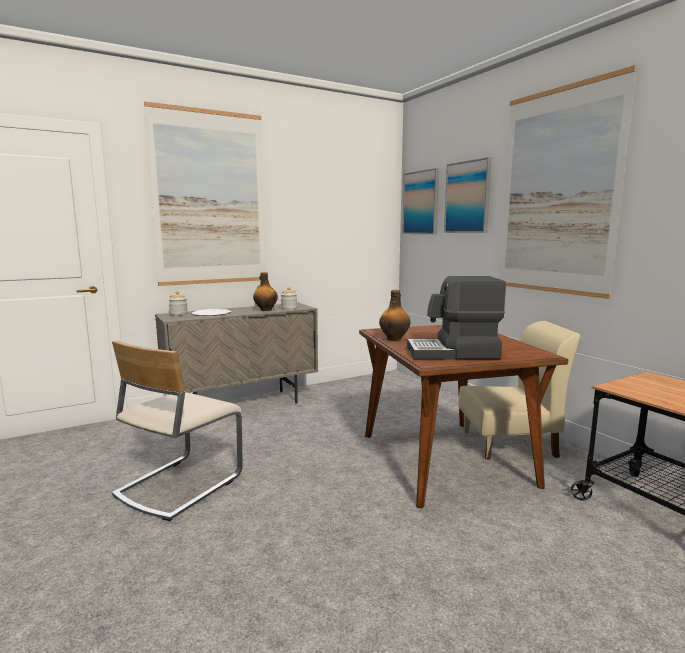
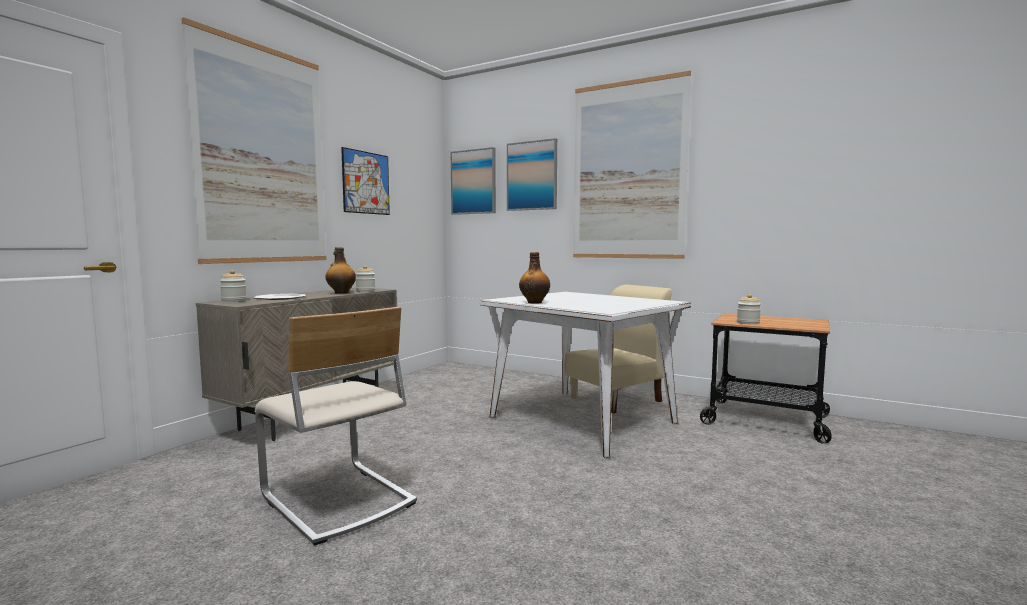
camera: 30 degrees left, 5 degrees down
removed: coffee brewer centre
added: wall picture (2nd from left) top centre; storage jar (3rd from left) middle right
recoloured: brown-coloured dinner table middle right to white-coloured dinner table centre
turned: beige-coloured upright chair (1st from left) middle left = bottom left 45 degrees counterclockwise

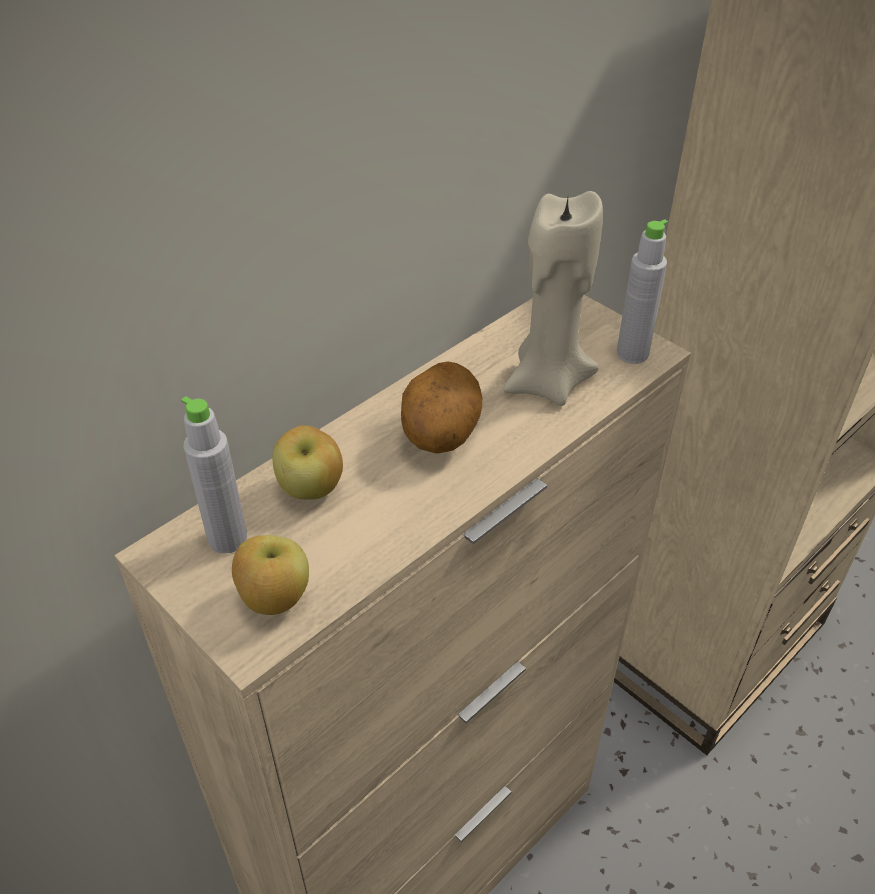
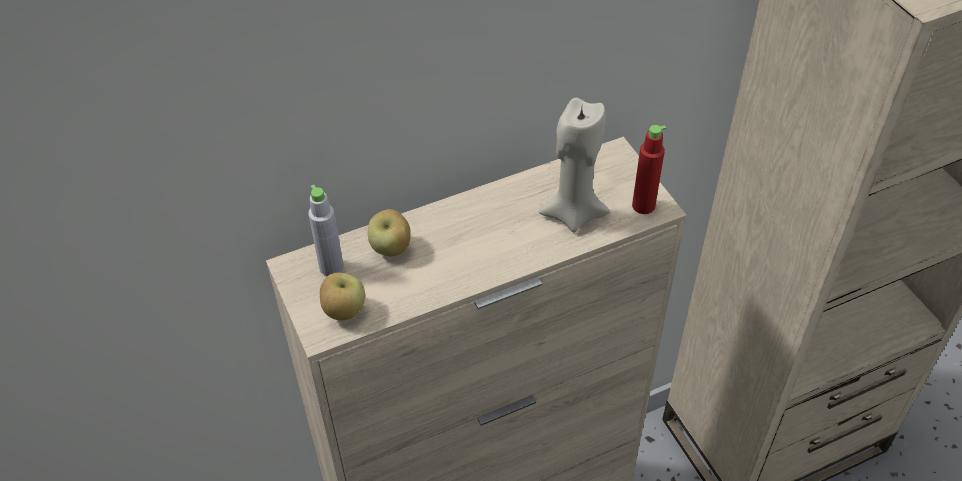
camera: 20 degrees right, 5 degrees up
removed: spud centre
recoloured: gray drink bottle (2nd from left) top right to red drink bottle middle right

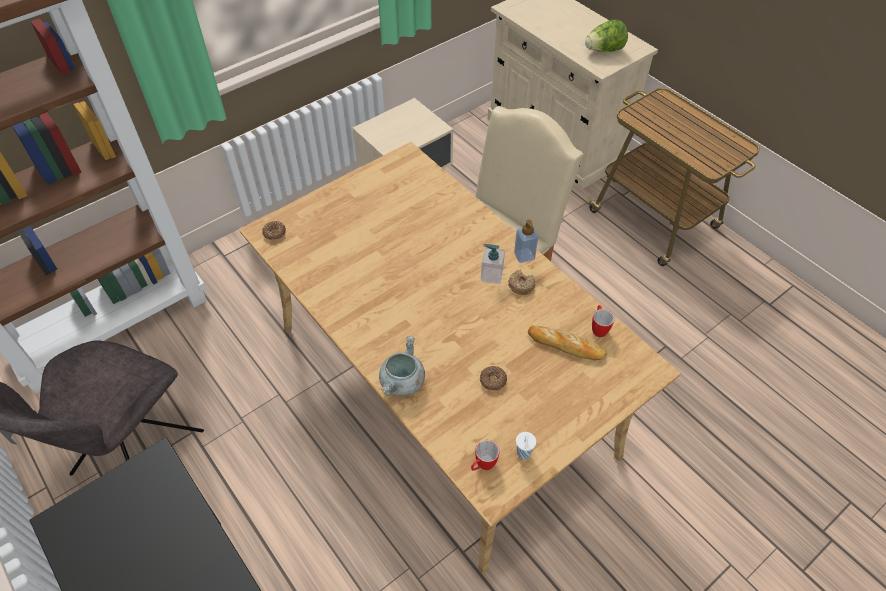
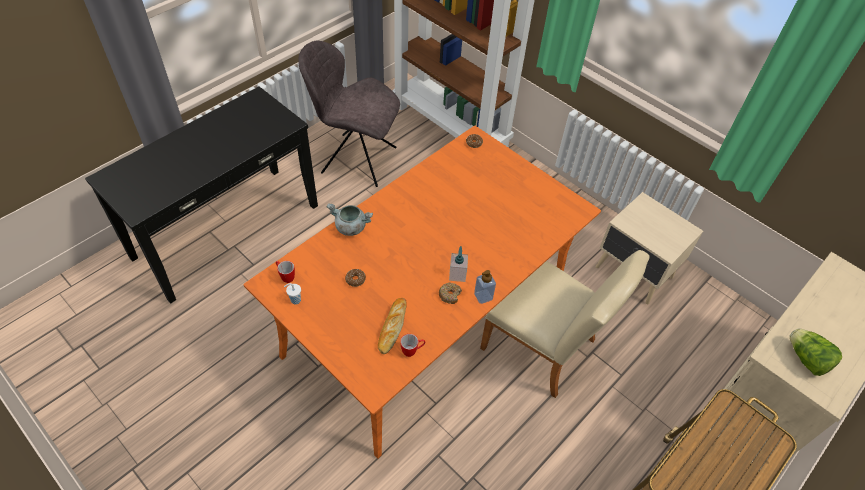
camera: 80 degrees right, 0 degrees up
recoloured: beige-coloured dinner table centre to orange-coloured dinner table centre

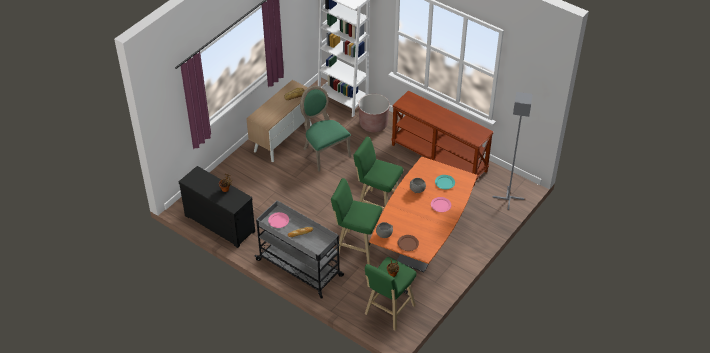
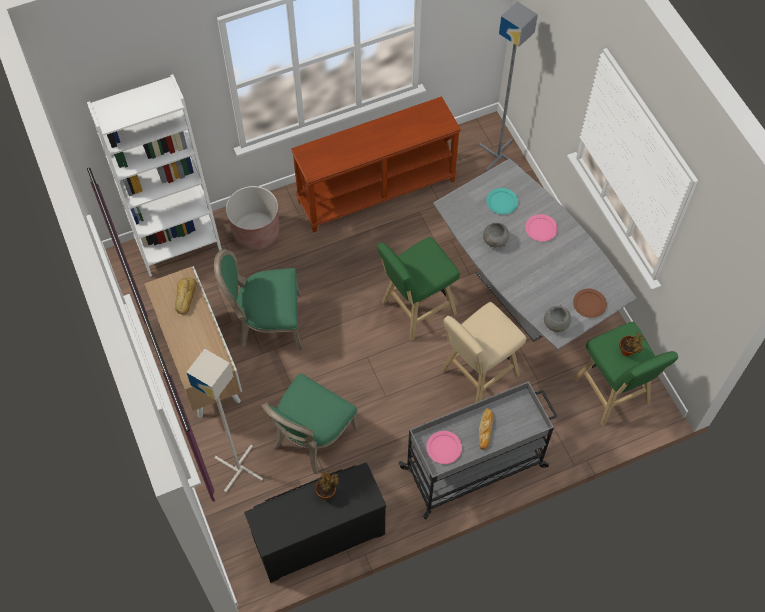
camera: 60 degrees left, 15 degrees up
added: gray standing lamp (1st from left) bottom left; green-coloured upright chair (2nd from left) bottom centre
recoloured: orange-coloured dinner table centre to gray dinner table middle right; green-coloured sitting stool (1st from left) centre to beige-coloured sitting stool centre

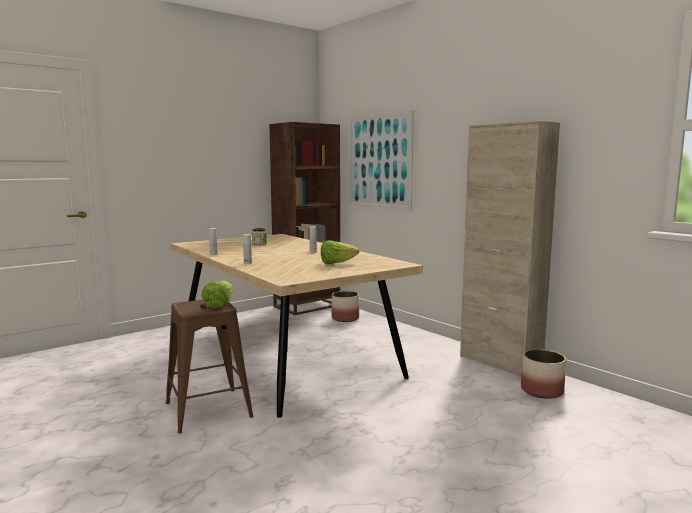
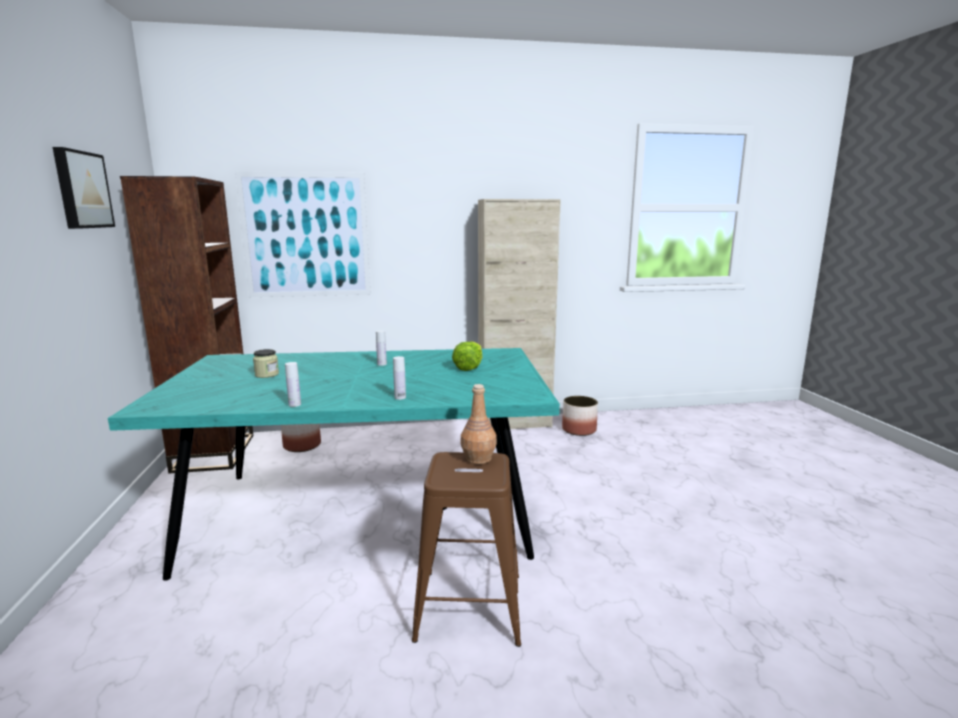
camera: 60 degrees left, 5 degrees up
added: wall picture (1st from left) top left
replaced: lettuce head (1st from left) middle left to brown-coloured drink bottle centre
recoloured: beige-coloured dinner table centre to blue-green dinner table centre

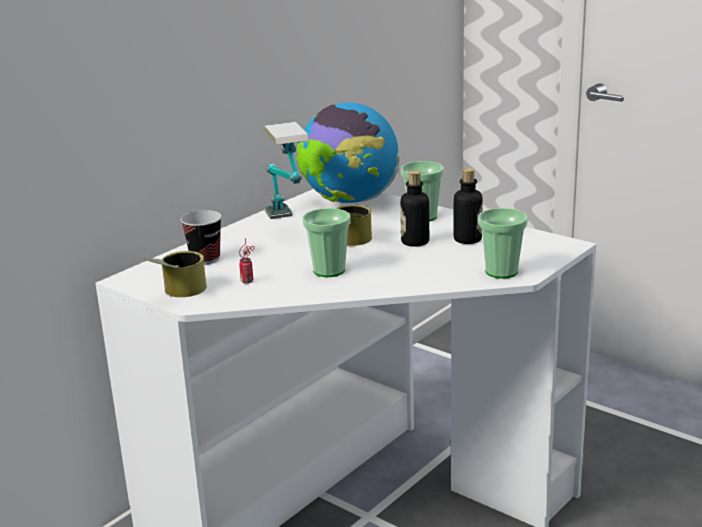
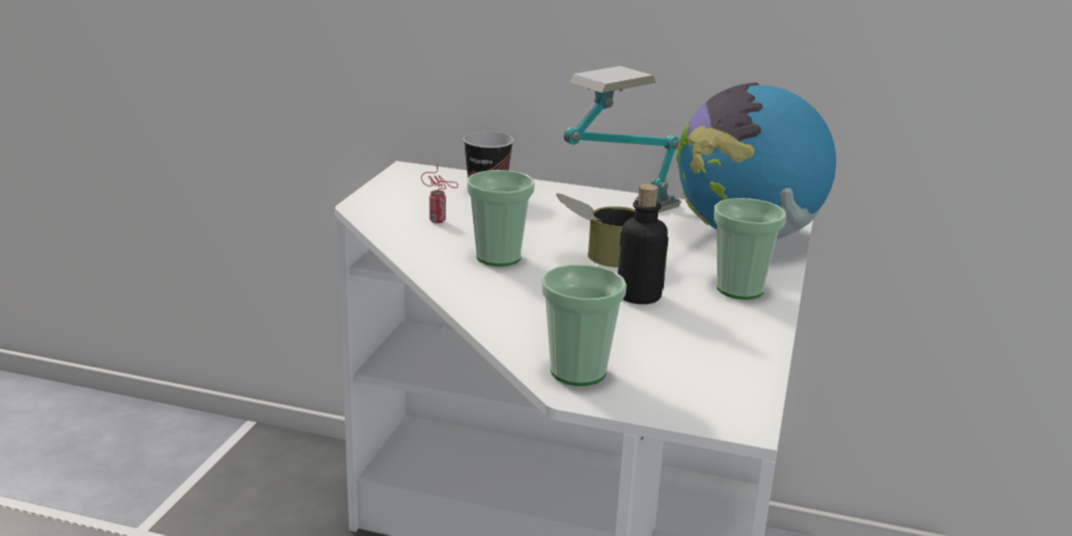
camera: 65 degrees right, 0 degrees up
removed: metal can (1st from left) middle left; drink bottle (2nd from left) middle right

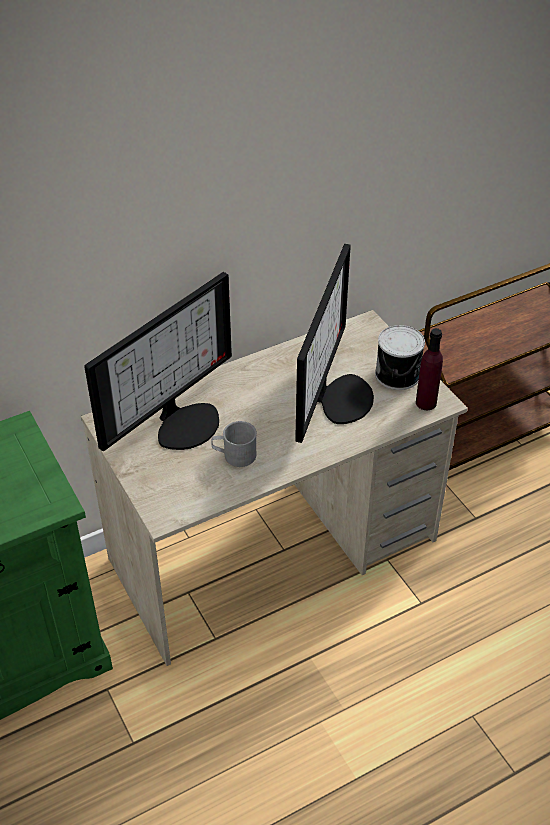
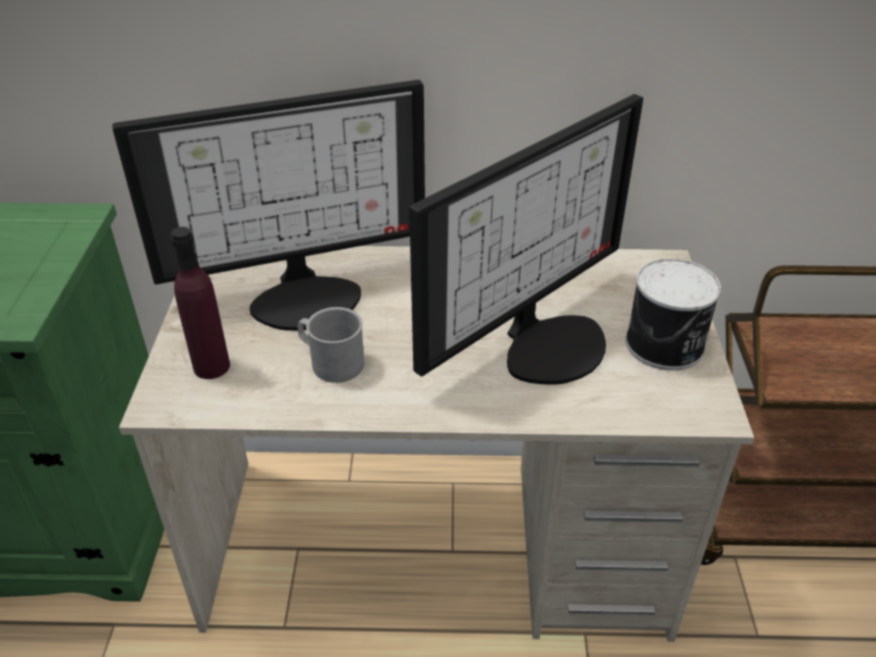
camera: 30 degrees right, 5 degrees down
moved: purplish drink bottle middle right to middle left

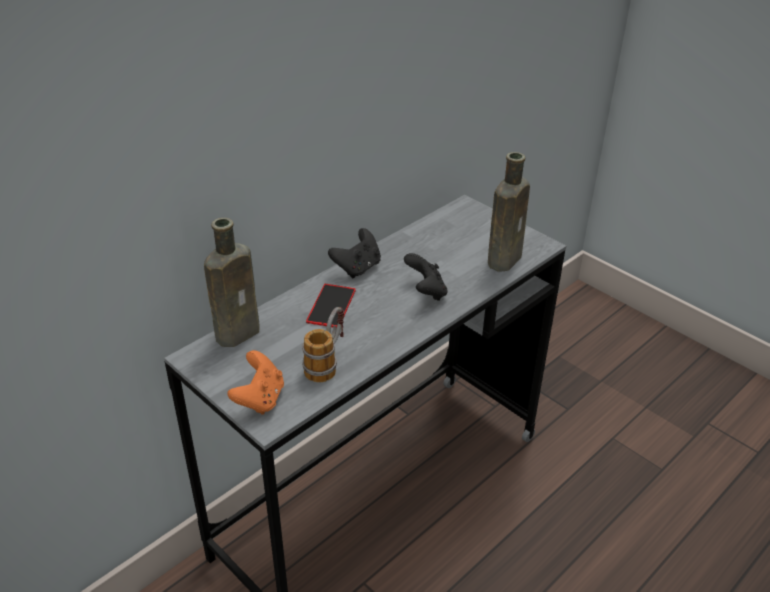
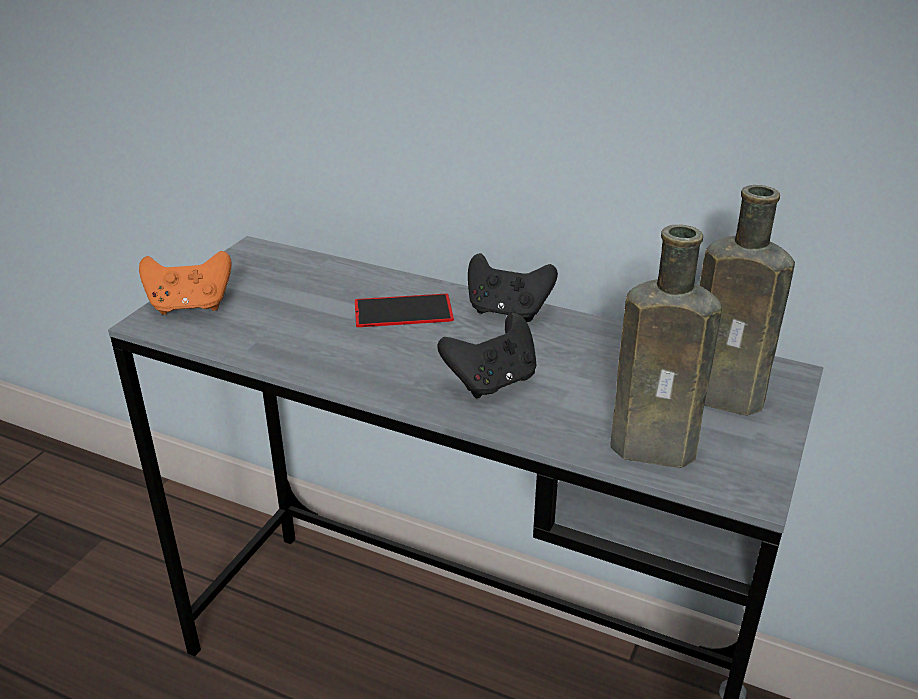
camera: 70 degrees right, 5 degrees down
removed: tea mug centre
moved: brown-coloured drink bottle (1st from left in the first image) middle left to brown-coloured drink bottle (2nd from left) middle right

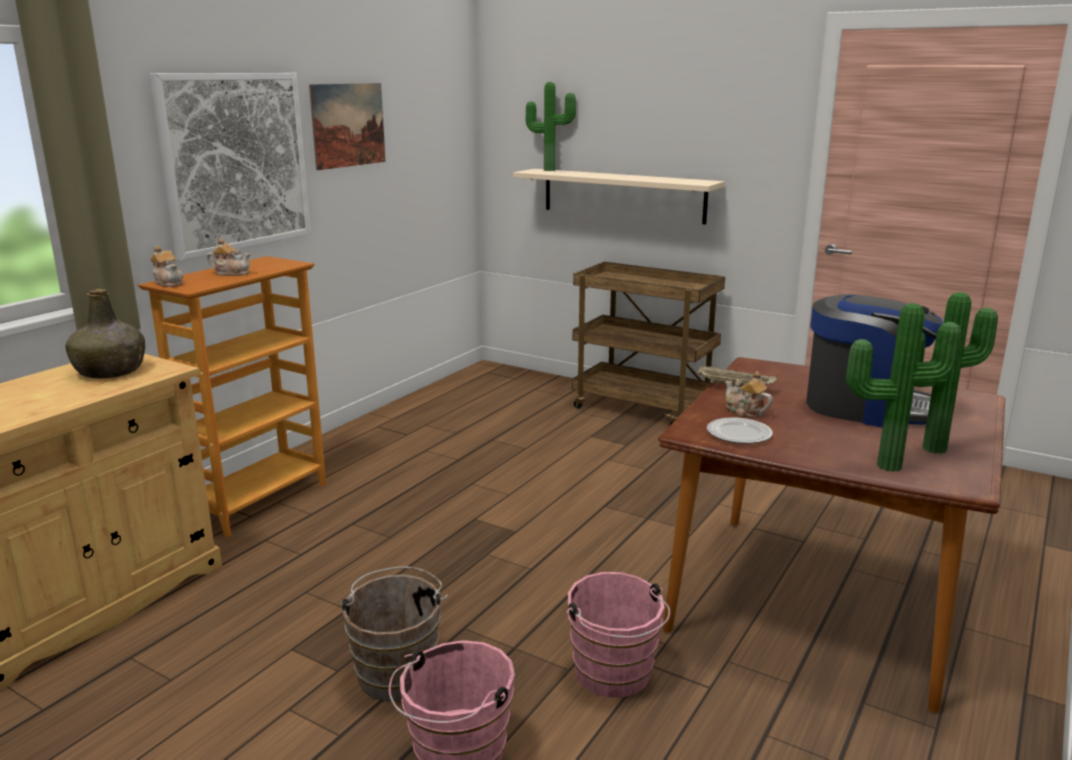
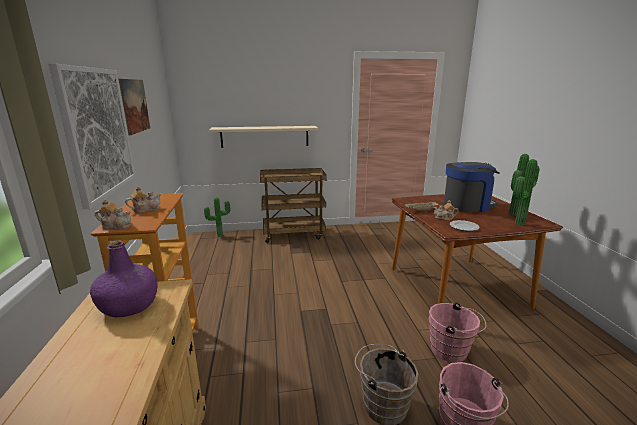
camera: 40 degrees left, 0 degrees up
moved: potted plant (1st from left) top centre to centre
recoloured: green-coloured drink bottle middle left to purplish drink bottle middle left

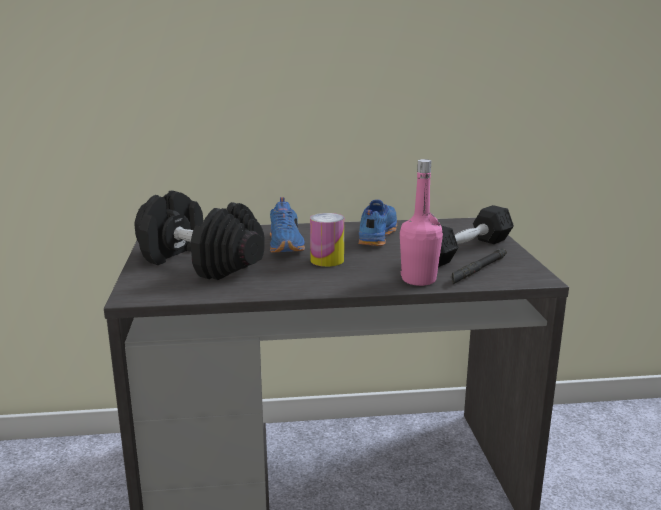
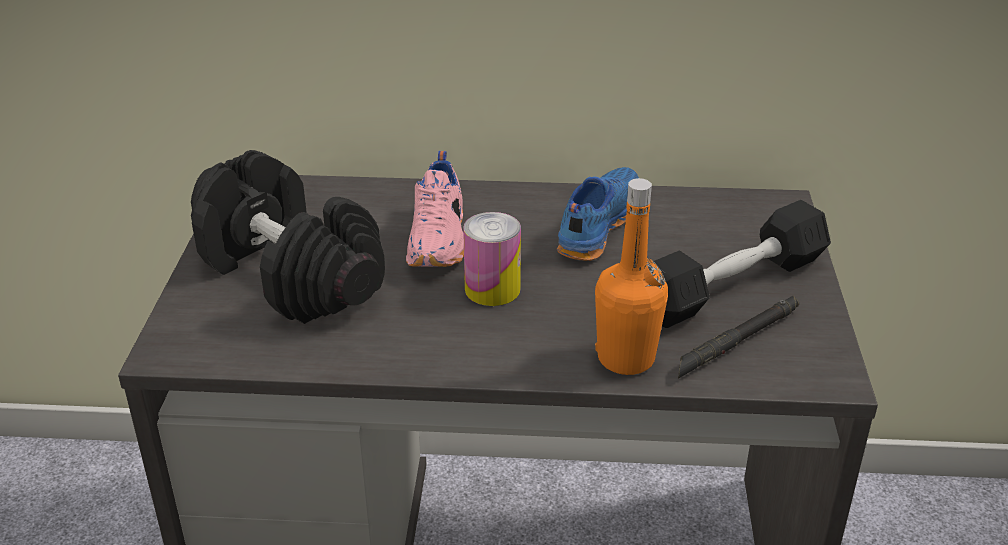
camera: 10 degrees right, 15 degrees up
recoloured: bluish shoe (1st from left) centre to pinkish shoe centre; pinkish drink bottle centre to orange-coloured drink bottle centre

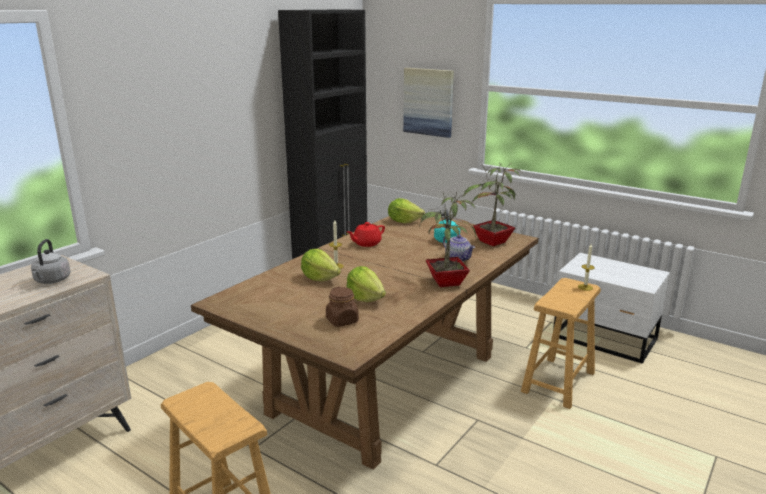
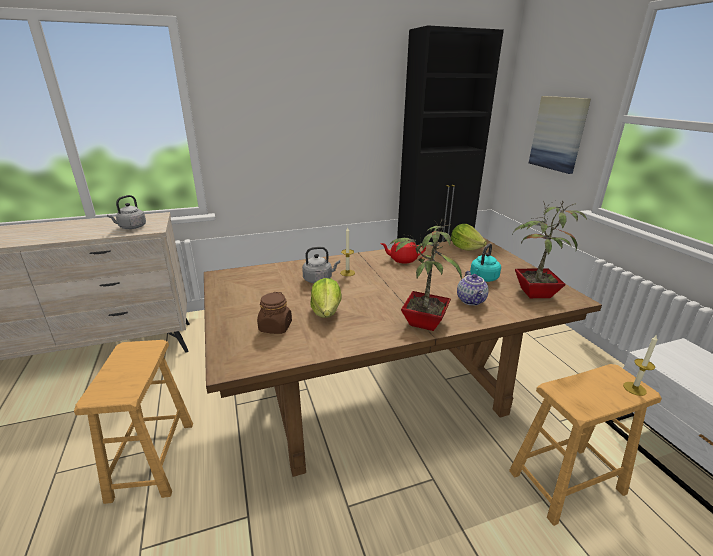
camera: 35 degrees right, 5 degrees up
replaced: lettuce head (1st from left) centre to gray kettle (2nd from left) centre

